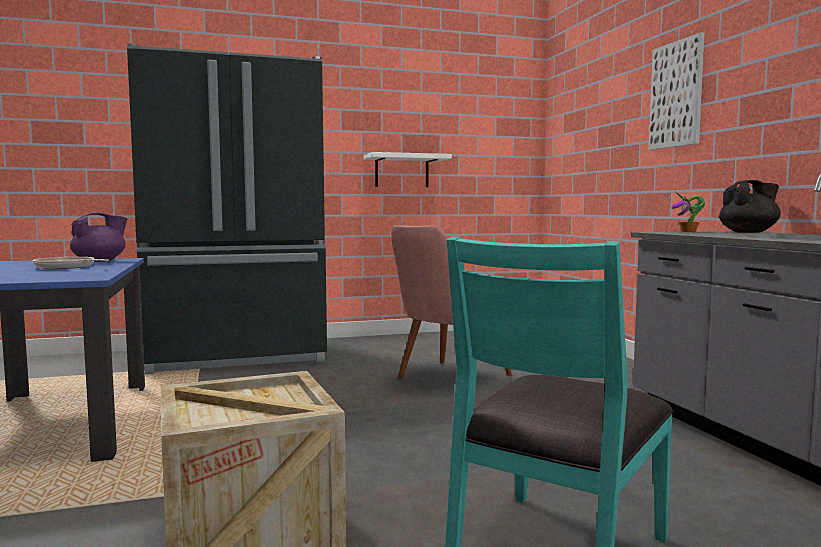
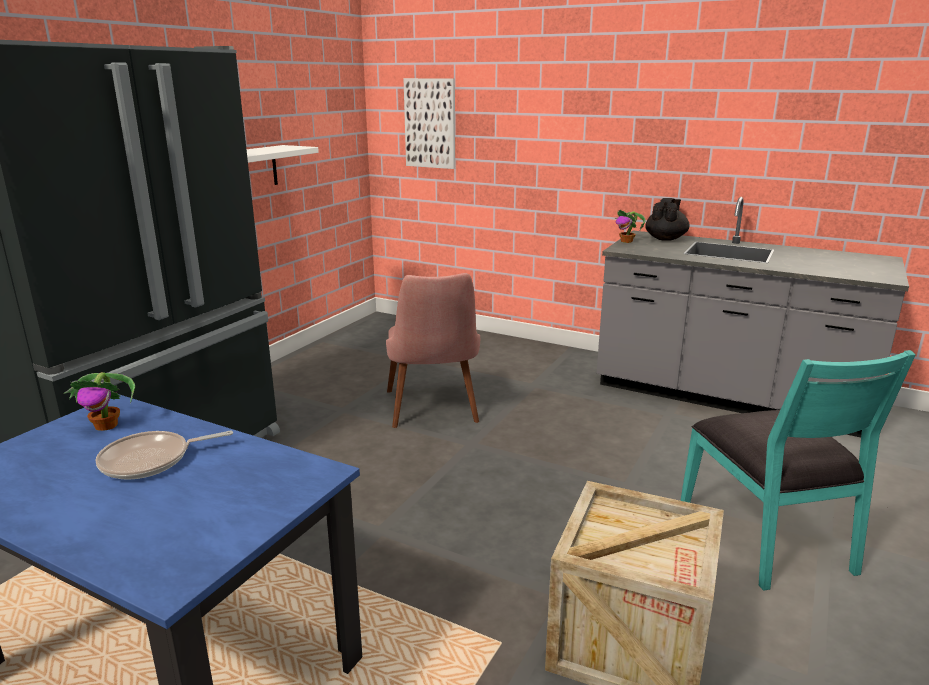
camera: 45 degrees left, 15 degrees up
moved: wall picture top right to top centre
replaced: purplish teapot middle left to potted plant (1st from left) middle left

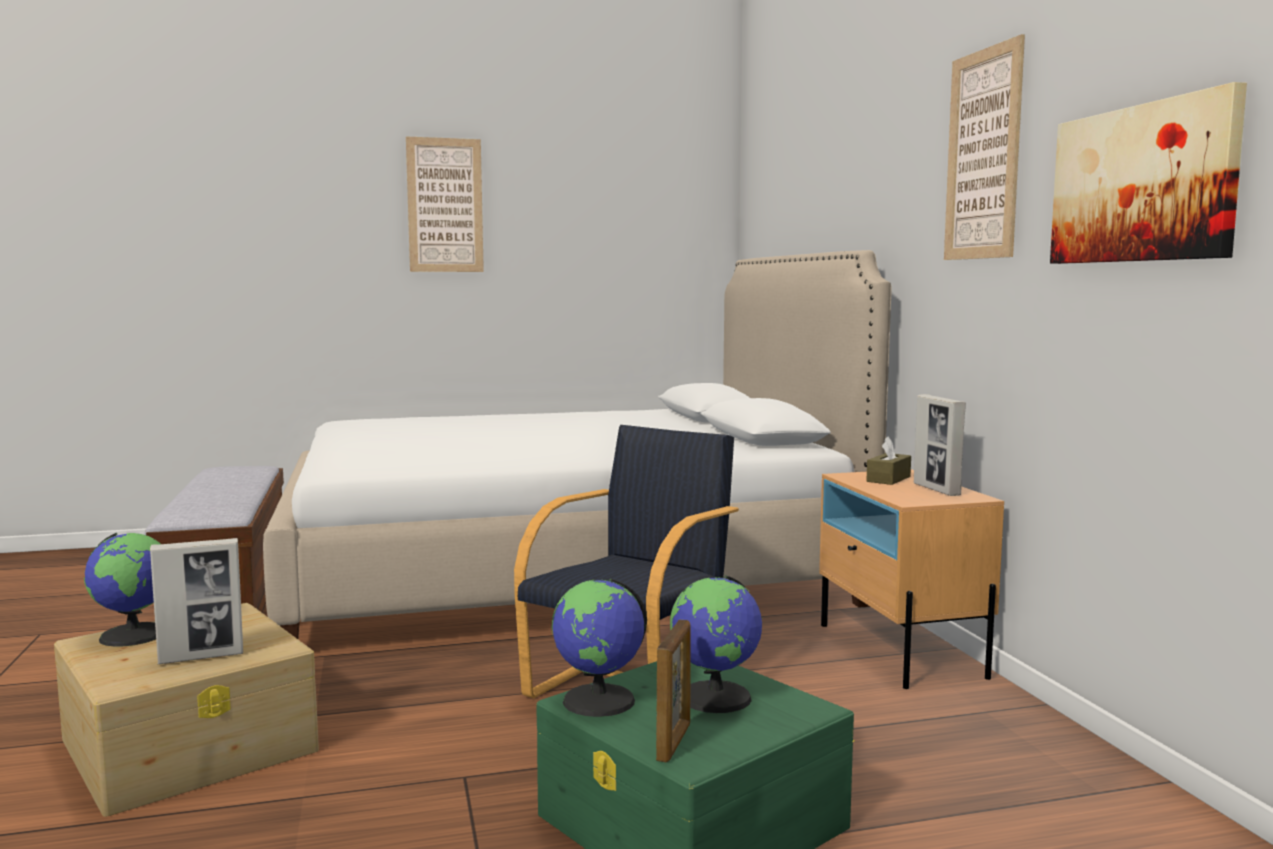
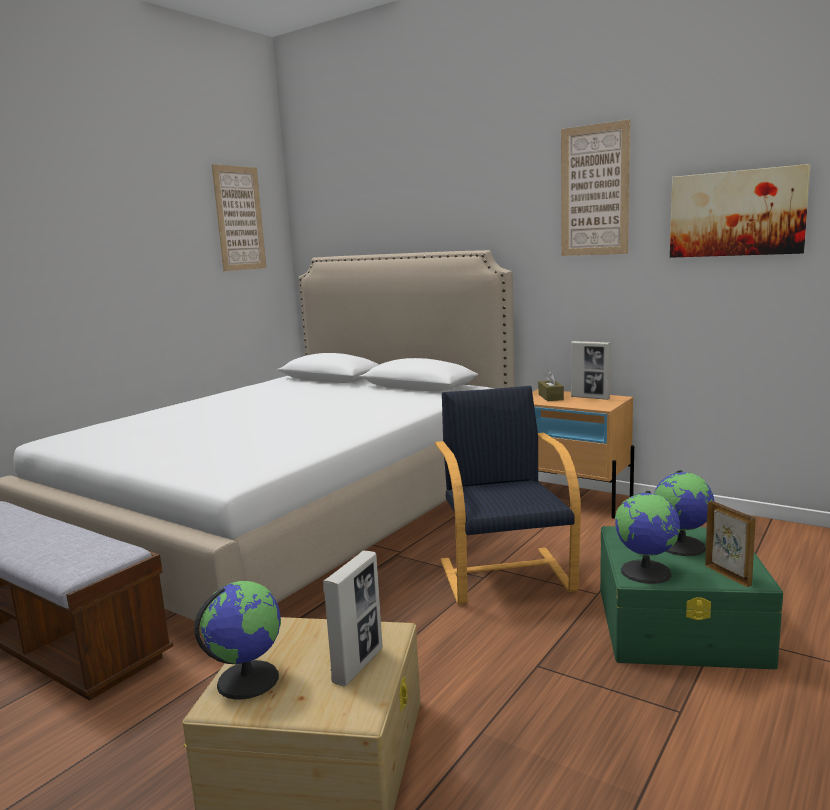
camera: 40 degrees left, 5 degrees up
moved: wall picture (1st from left) top centre to top left

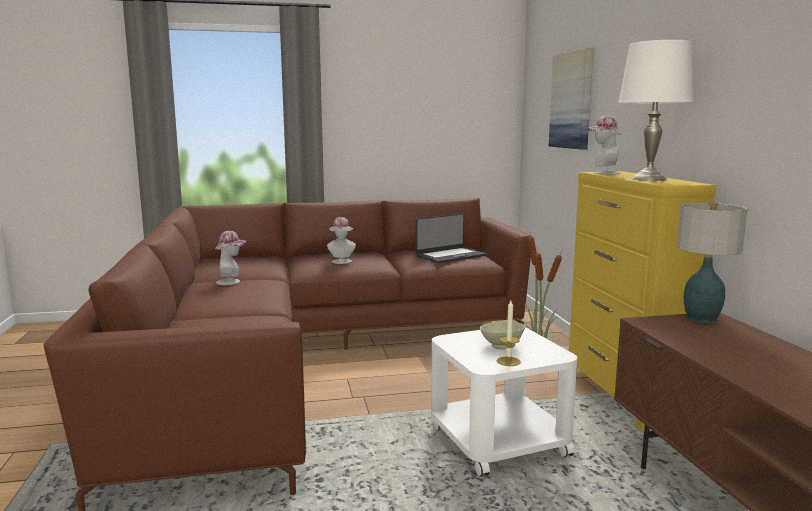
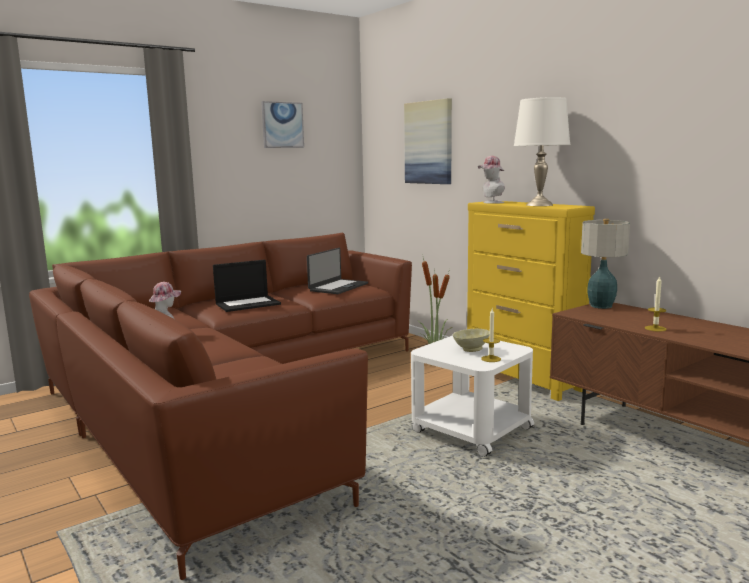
camera: 25 degrees left, 0 degrees up
added: wall picture (1st from left) top centre; wax candle (2nd from left) middle right
replaced: hat (2nd from left) centre to notebook computer (1st from left) middle left

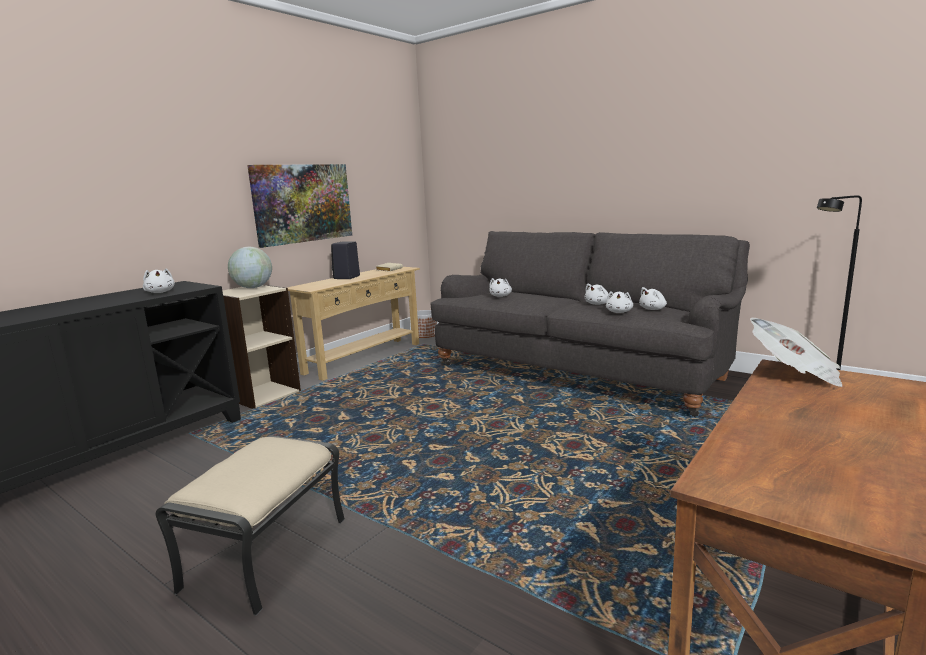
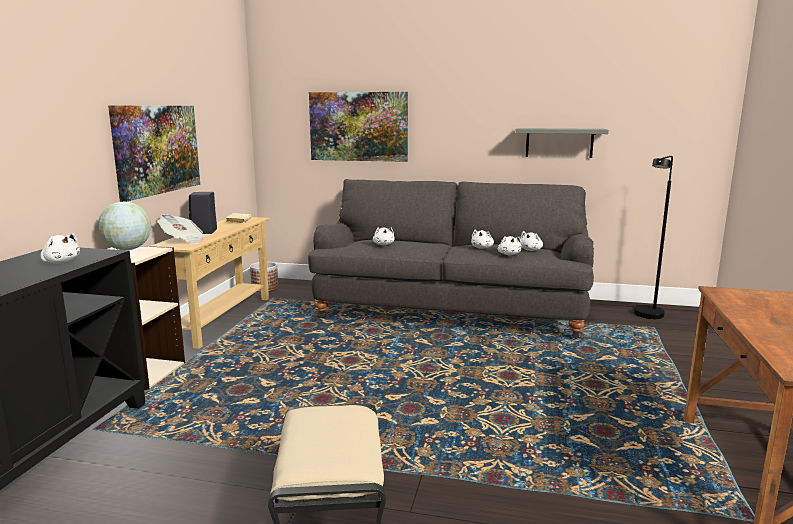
camera: 25 degrees left, 0 degrees up
added: wall picture (2nd from left) top centre; gray shelf top right
moved: daily paper middle right to middle left

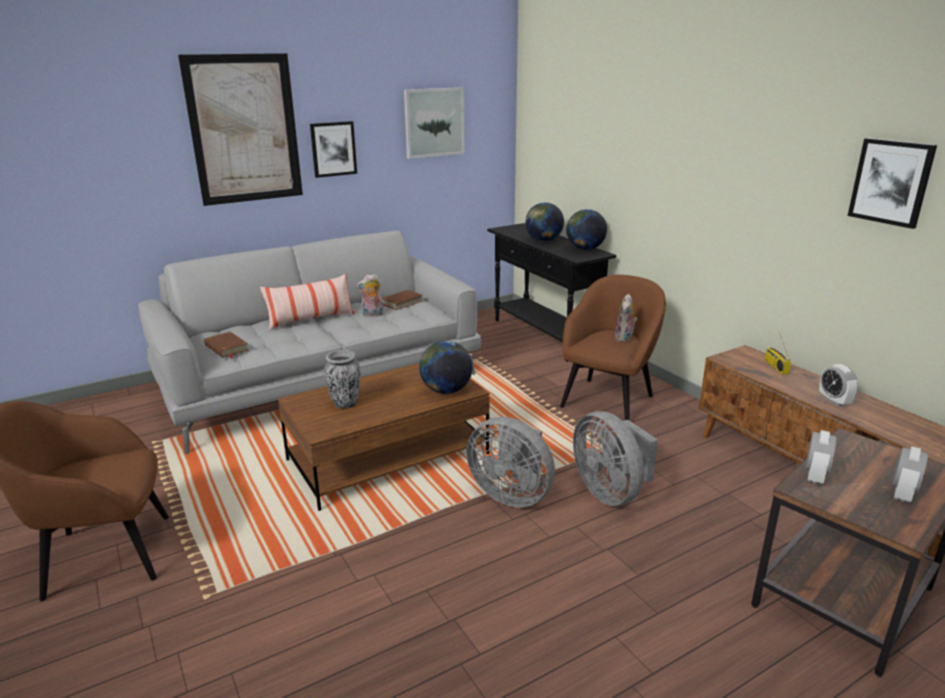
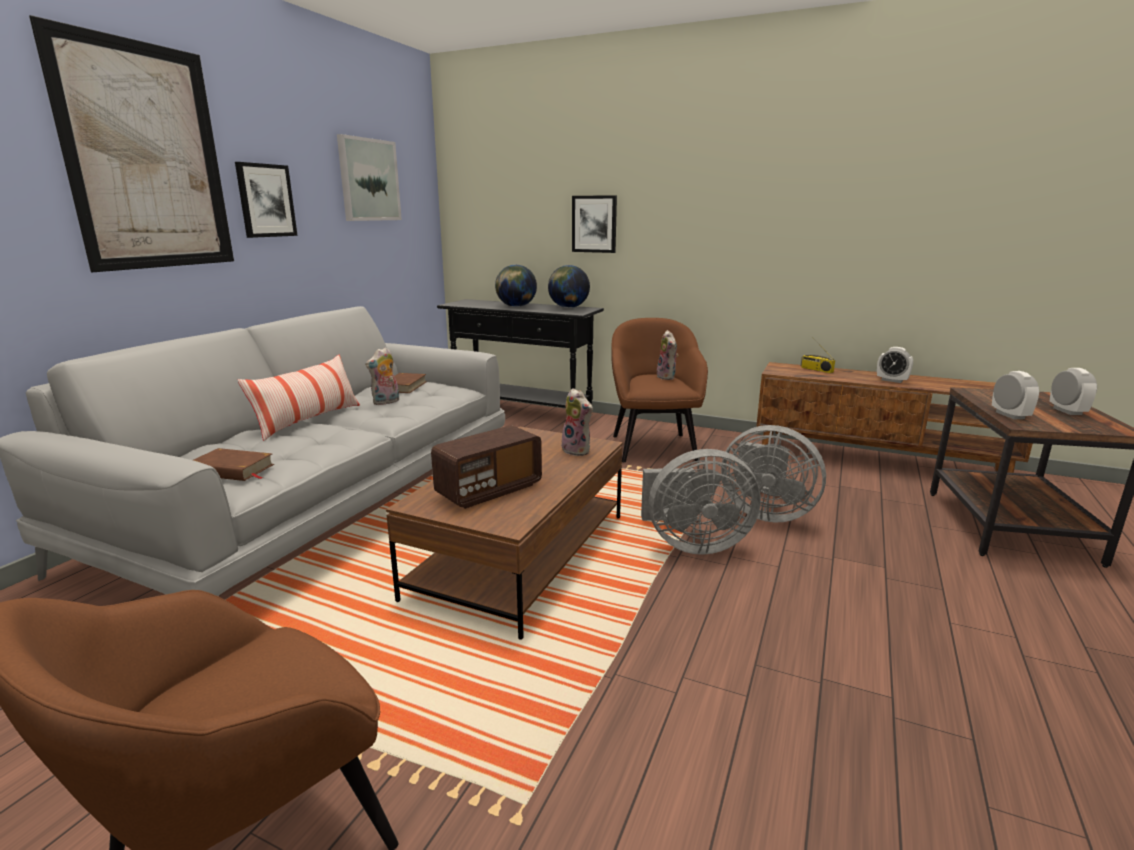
camera: 35 degrees left, 5 degrees down
moved: wall picture (4th from left) top right to top centre
replaced: flower vase centre to radio set (1st from left) centre; globe (1st from left) centre to plush toy (2nd from left) centre

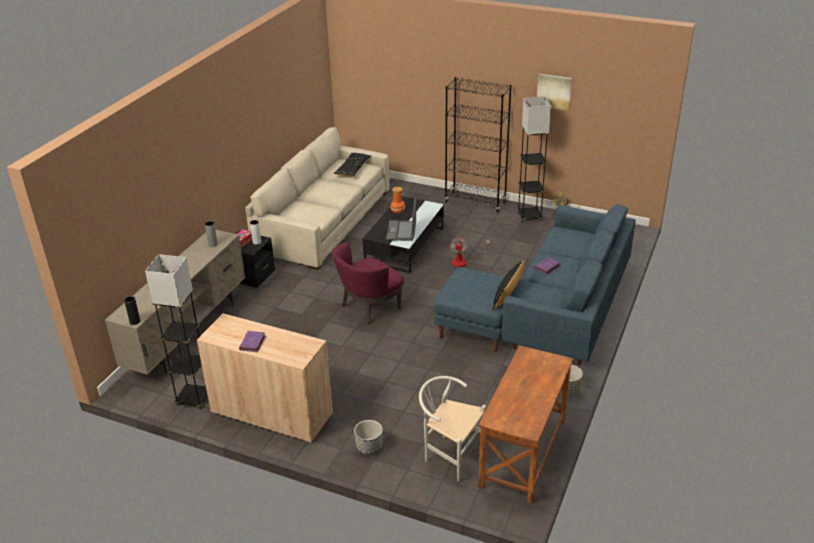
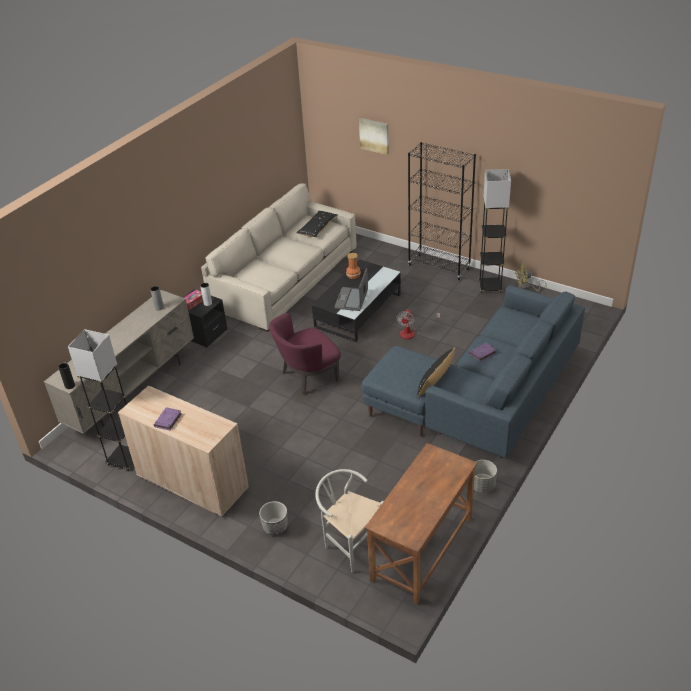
camera: 10 degrees right, 5 degrees up
moved: wall picture top right to top centre

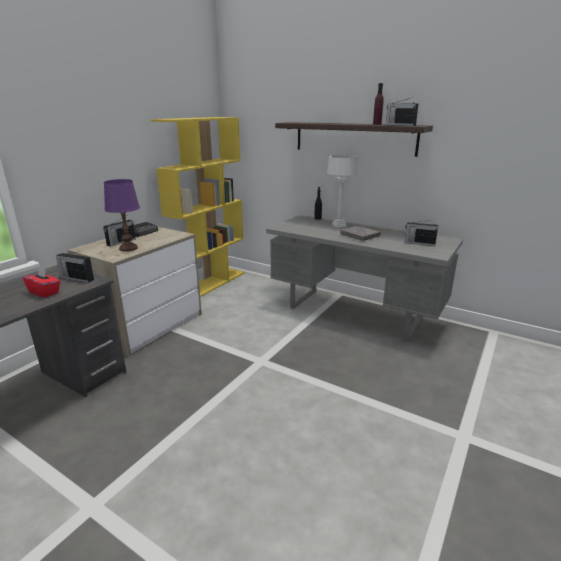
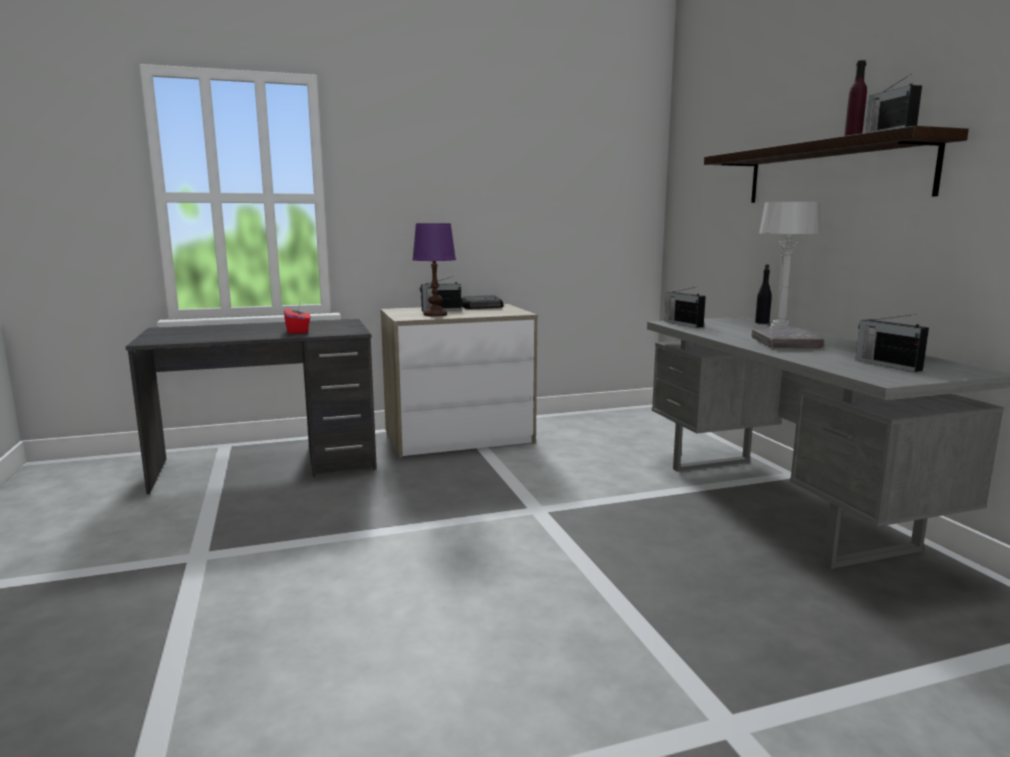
camera: 40 degrees right, 10 degrees down
removed: yellowish bookshelf centre
moved: radio set (1st from left in the first image) middle left to radio set (3rd from left) middle right

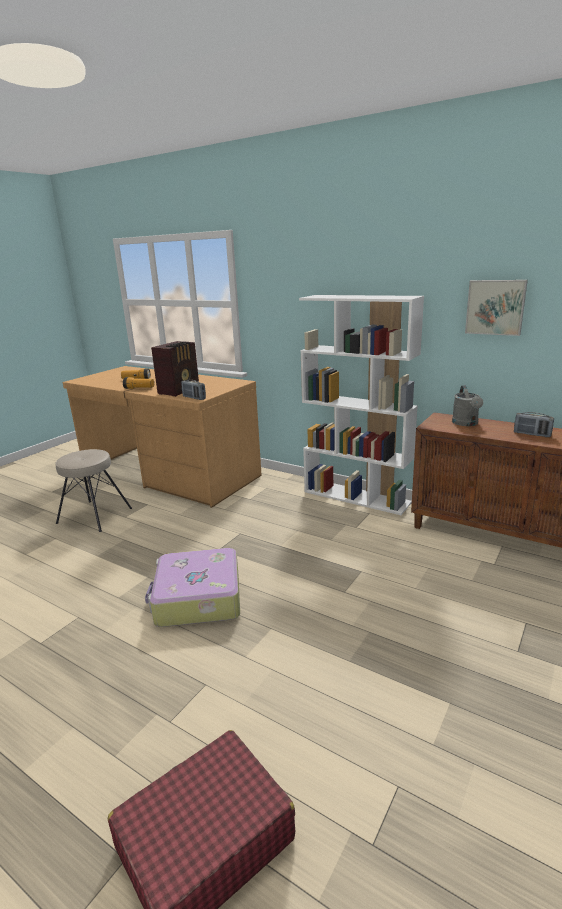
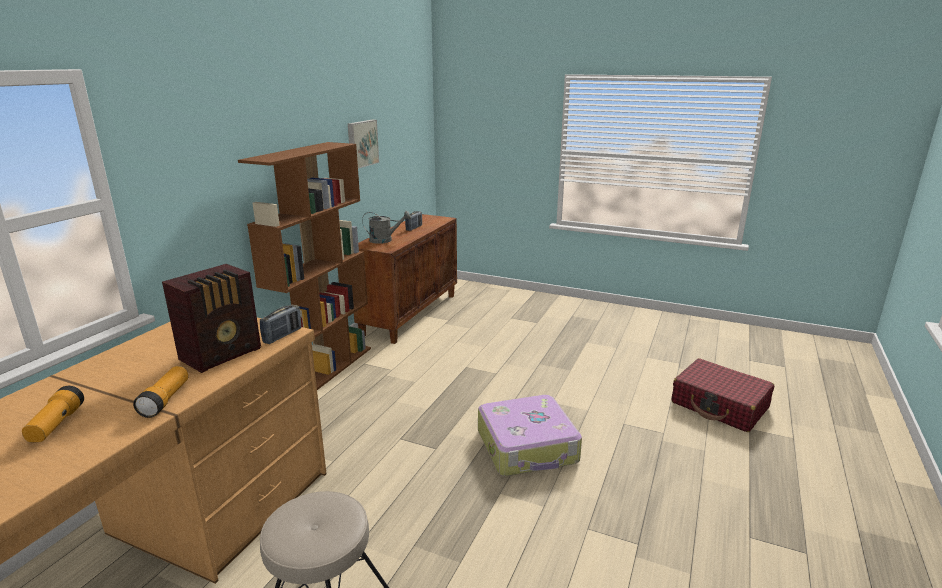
camera: 100 degrees left, 0 degrees up
recoloured: white-coloured bookshelf centre to brown-coloured bookshelf middle left
turned: radio set (1st from left) middle left = middle left 105 degrees clockwise

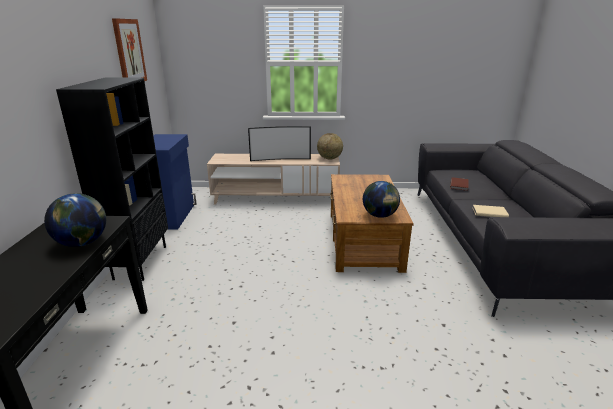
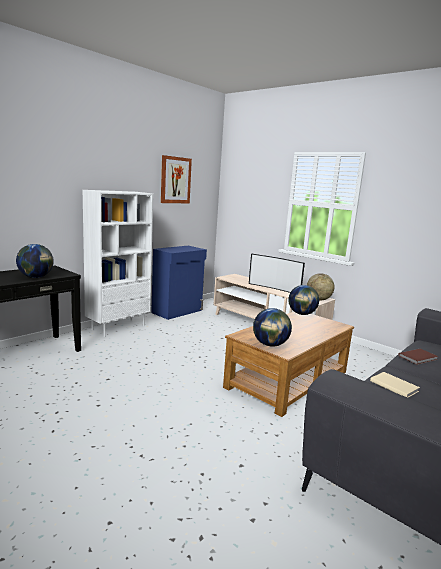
camera: 40 degrees right, 10 degrees down
added: globe (3rd from left) middle right
recoloured: black bookshelf middle left to white-coloured bookshelf middle left

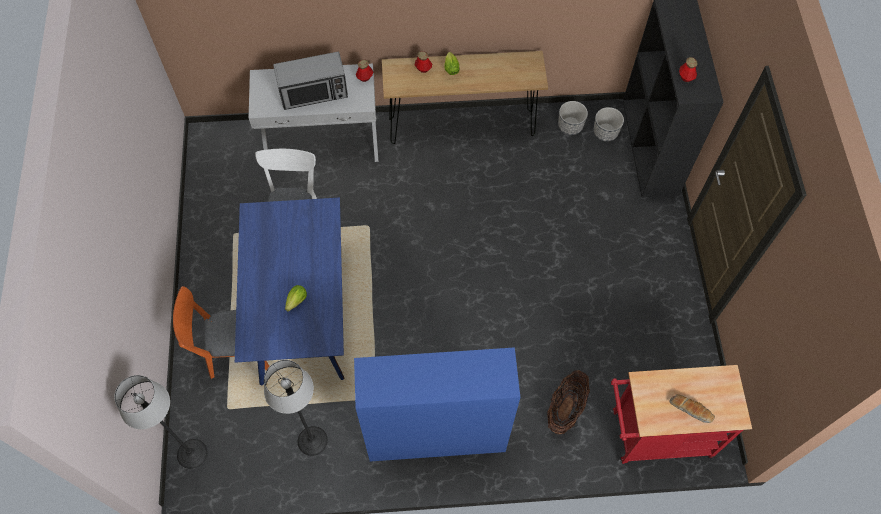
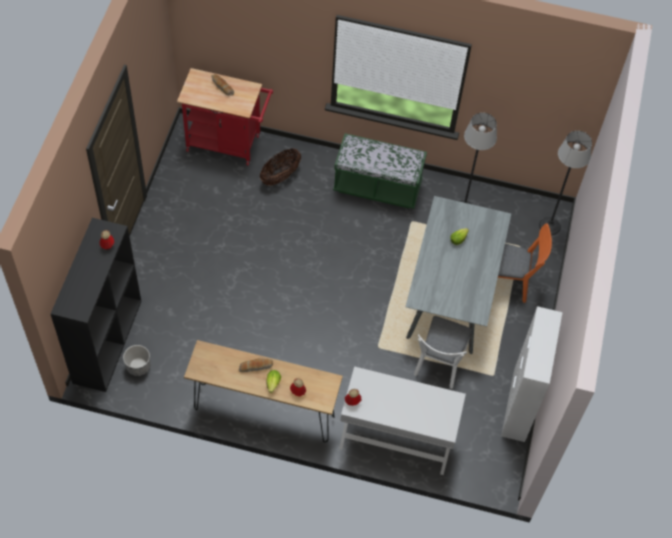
camera: 165 degrees left, 5 degrees down
removed: microwave top centre; plant pot (1st from left) top centre
added: bakery bread (2nd from left) bottom centre; white-coloured cupboard bottom right
replaced: bluish bookshelf bottom centre to green-coloured indoor bench top centre
recoloured: bluish dinner table middle left to gray dinner table middle right

